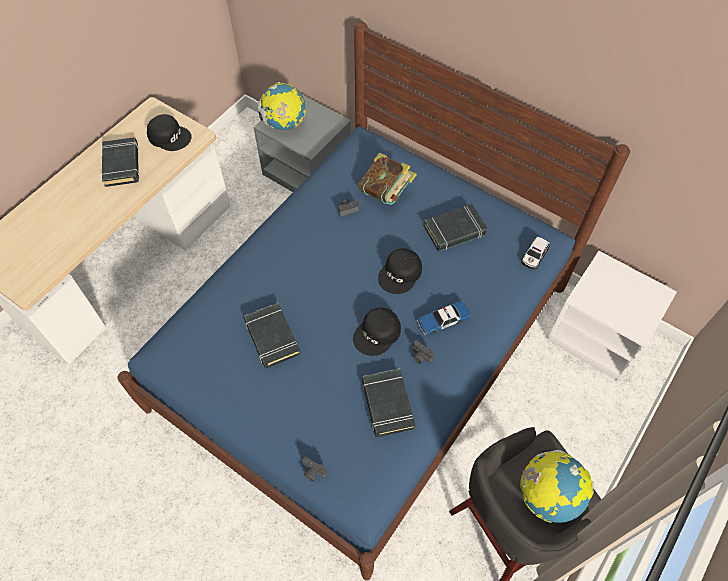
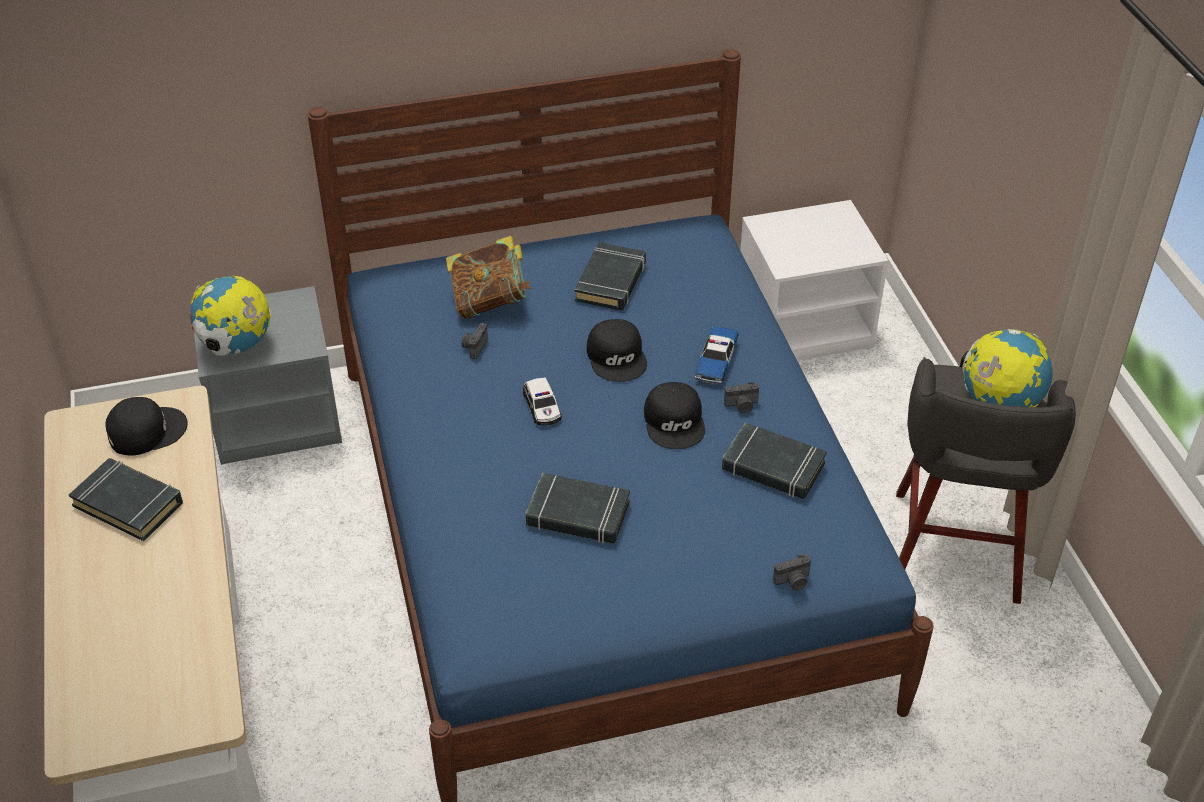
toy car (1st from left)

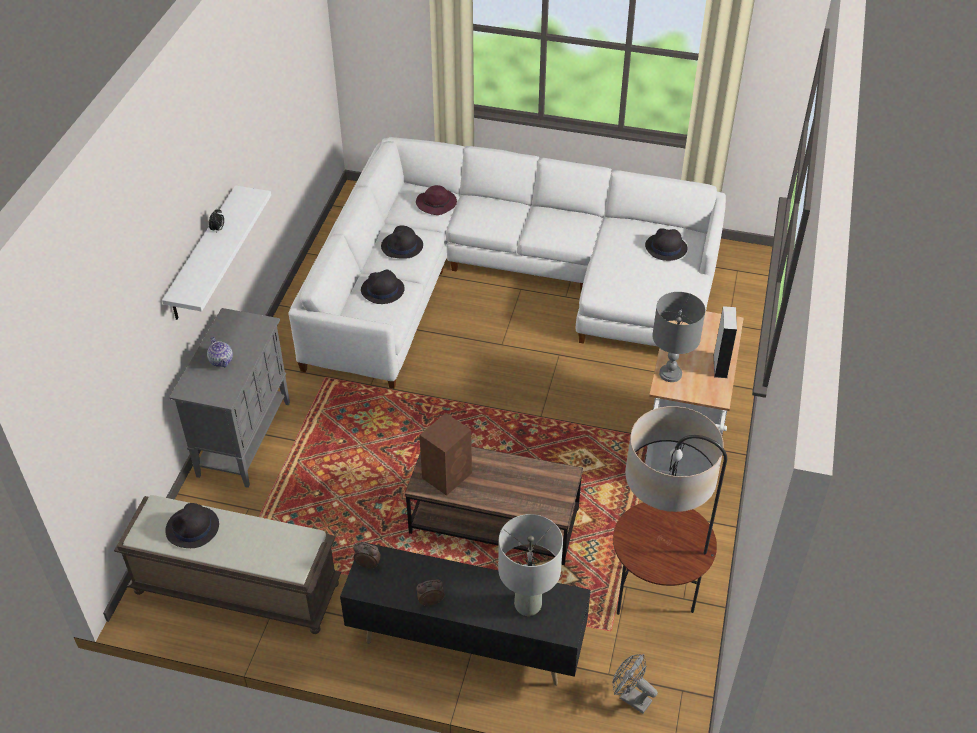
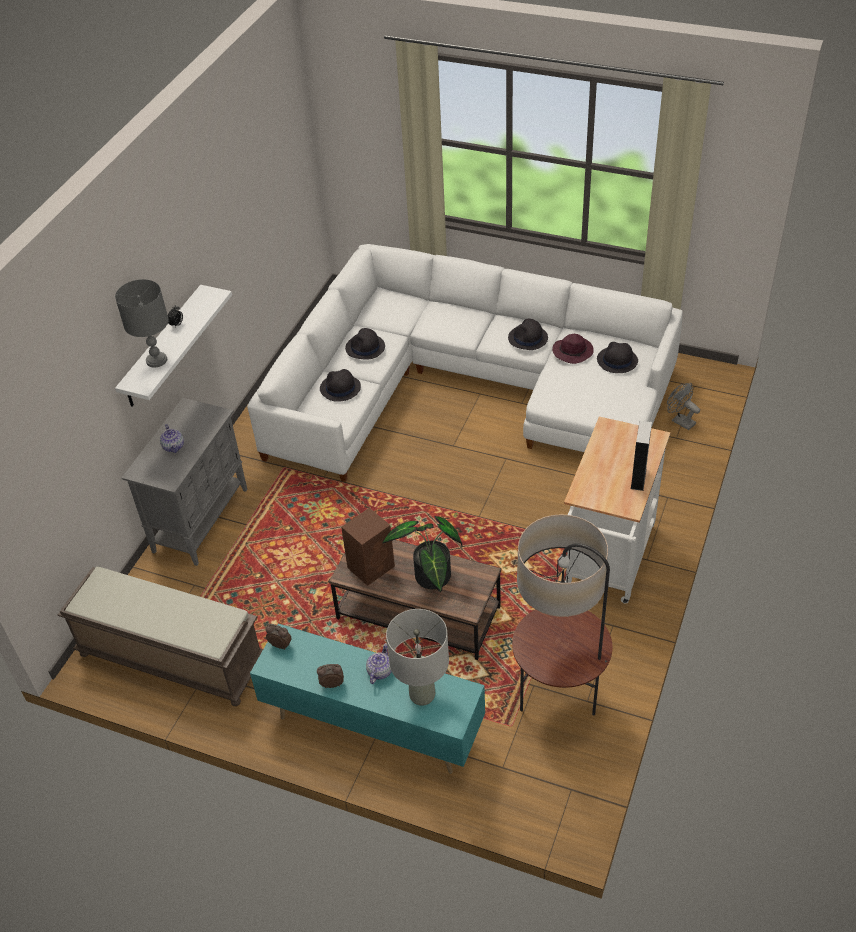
hat (black) (3rd from left); tv stand (turquoise); hat (purple); fan (grey); table lamp (grey) (1st from left); teapot (2nd from left); potted plant

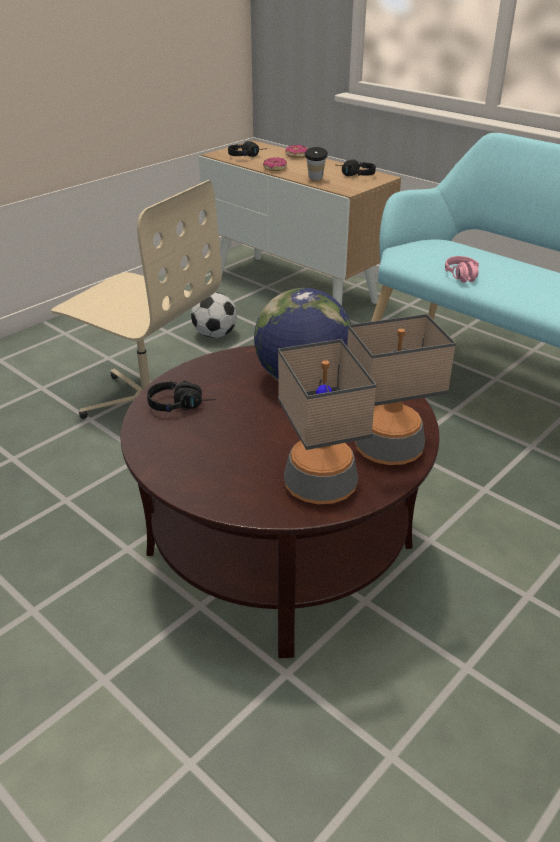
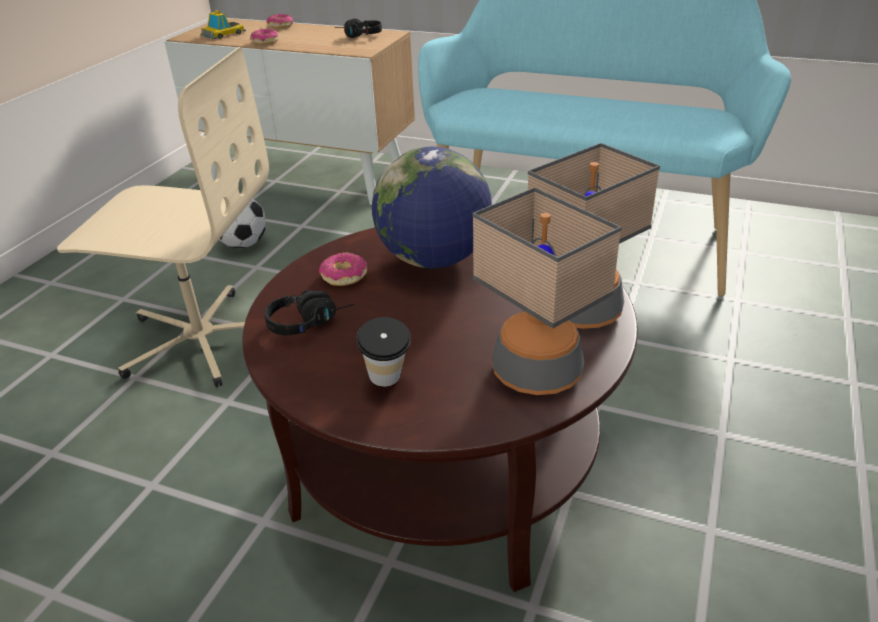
toy car; cup; headphones (pink); donut (3rd from left)

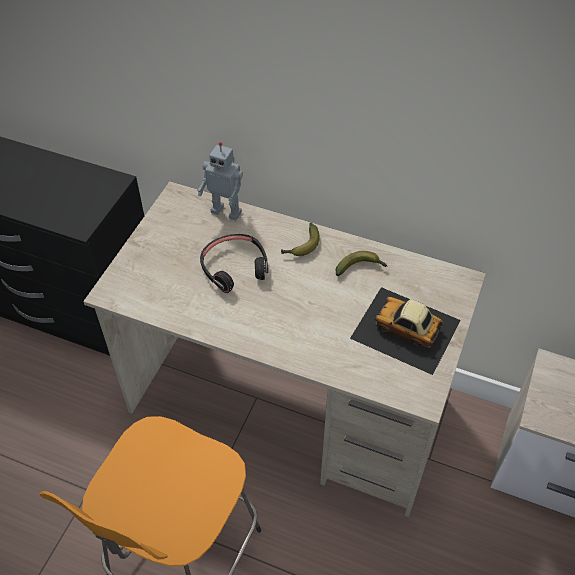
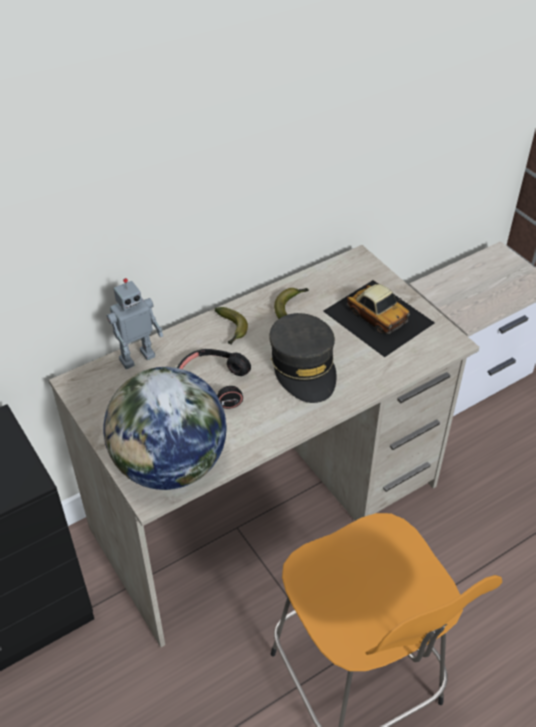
toy car; globe; cap (grey)

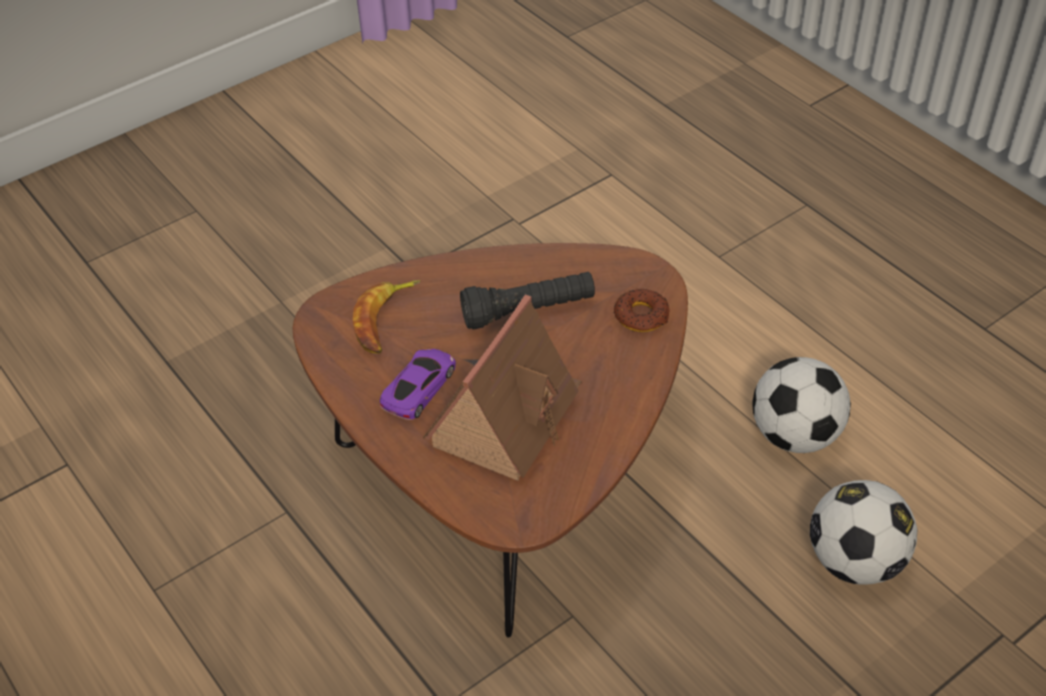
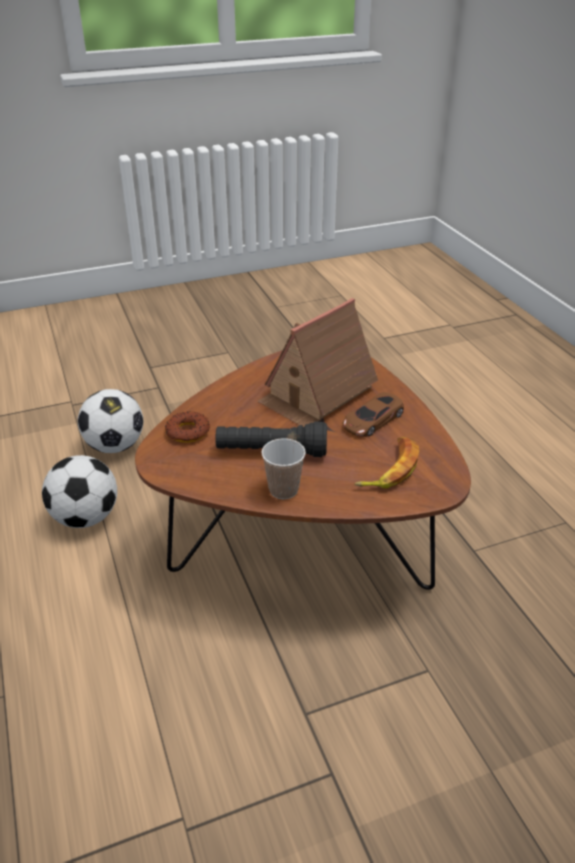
toy car (brown); cup

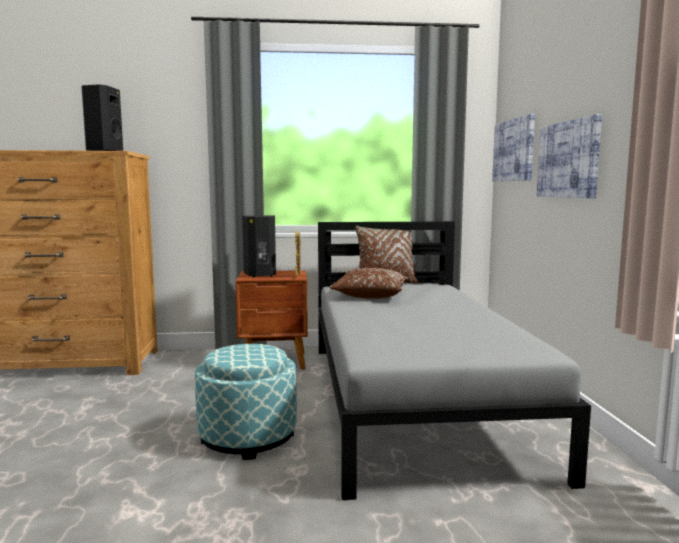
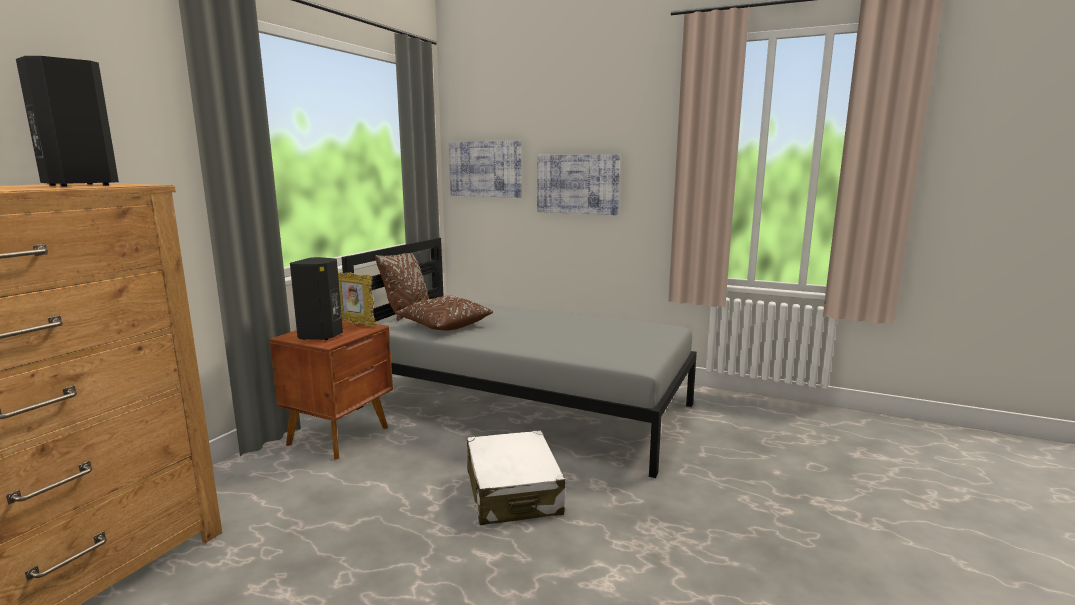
suitcase (white)

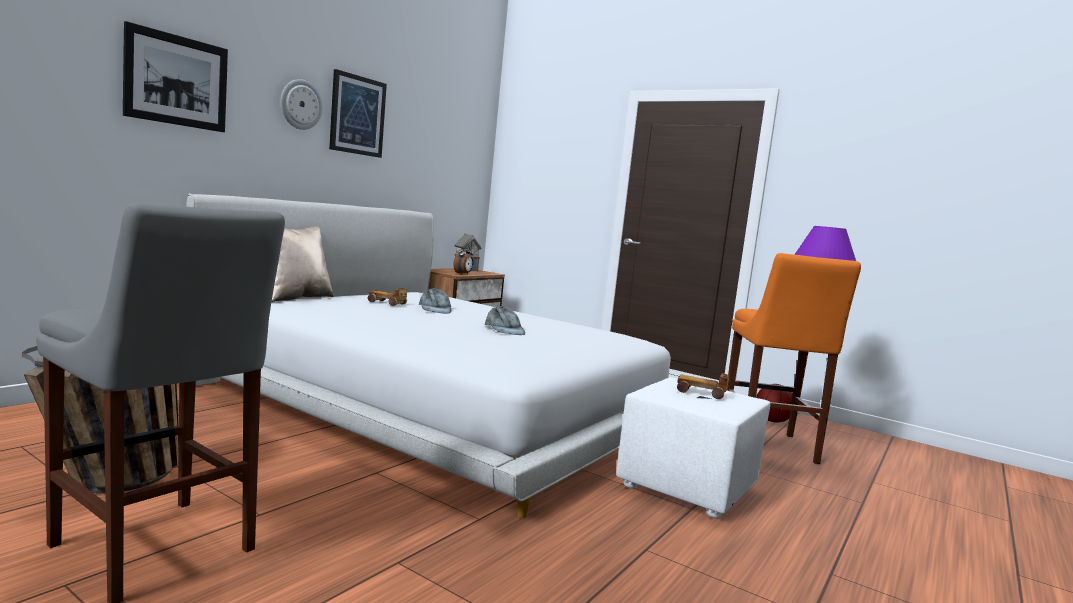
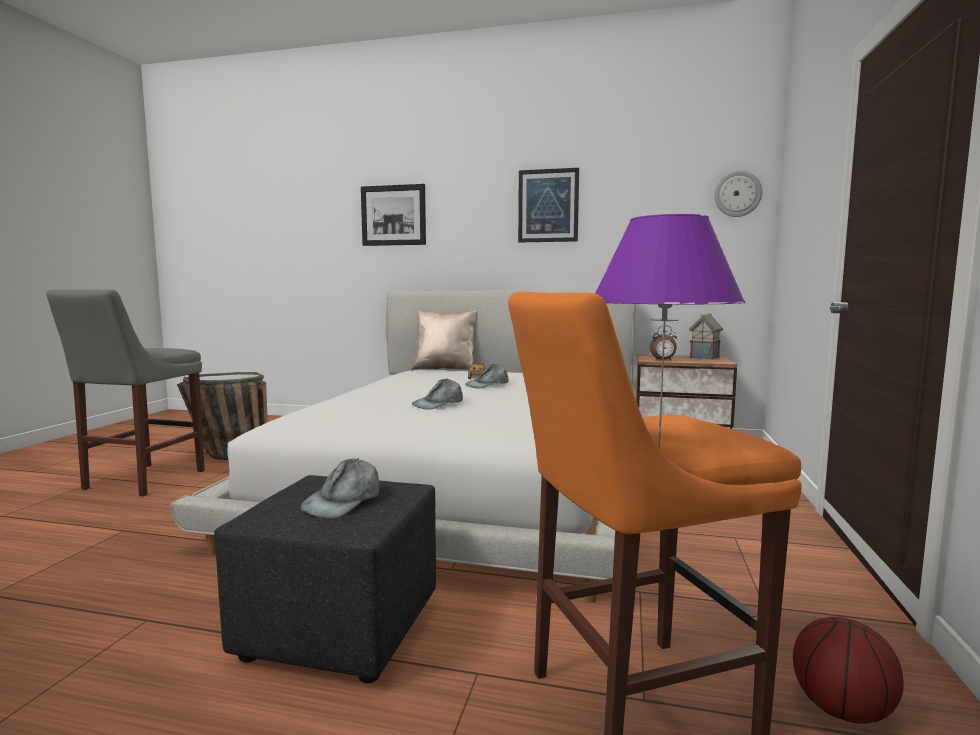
wall clock; ottoman (black); cap (grey) (1st from left)

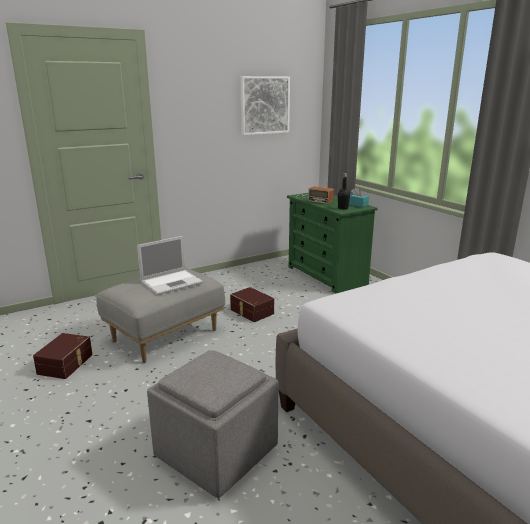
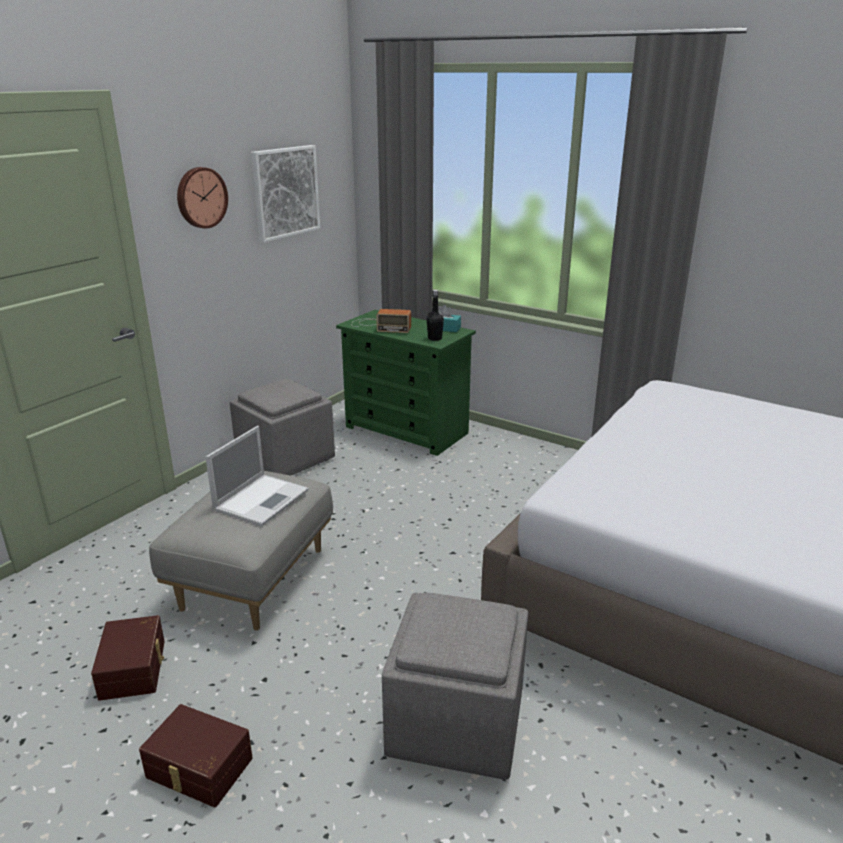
storage box (brown) (2nd from left); wall clock; ottoman (grey) (2nd from left)

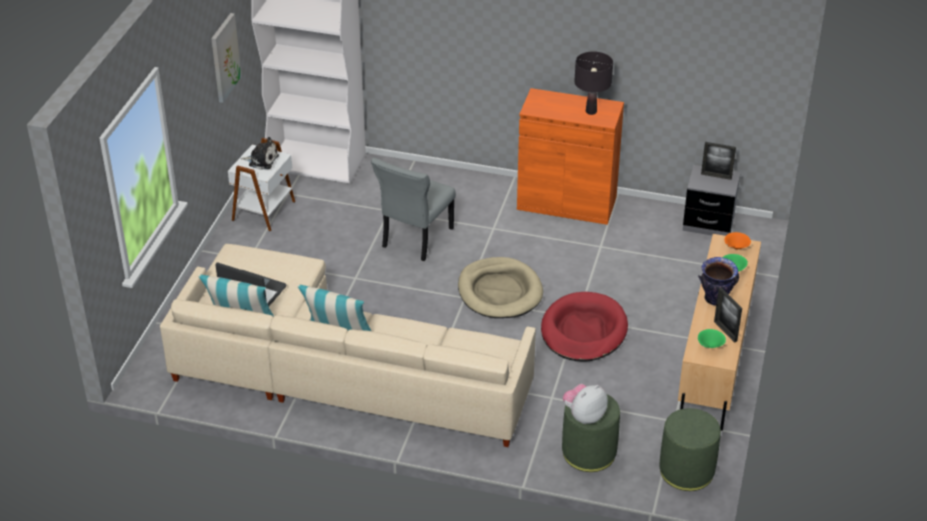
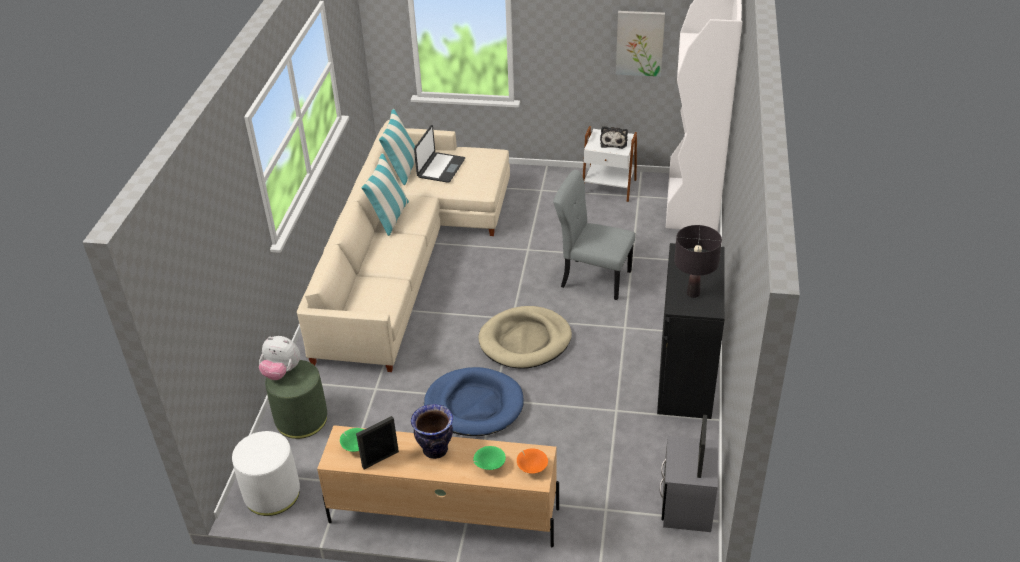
cabinet (black); dog bed (blue); plush toy (1st from left); ottoman (white)

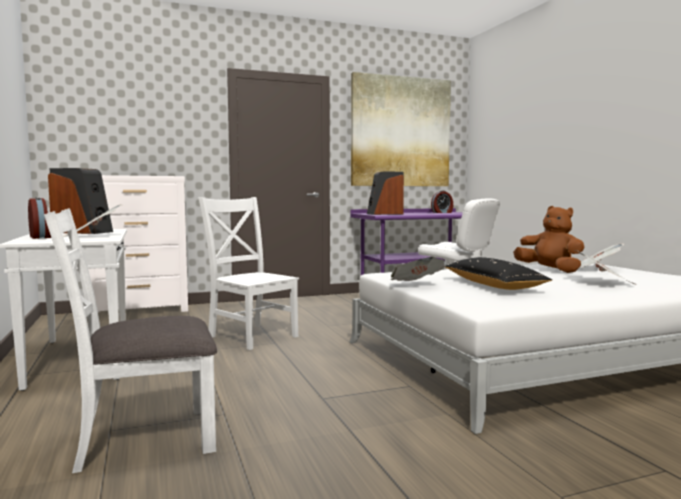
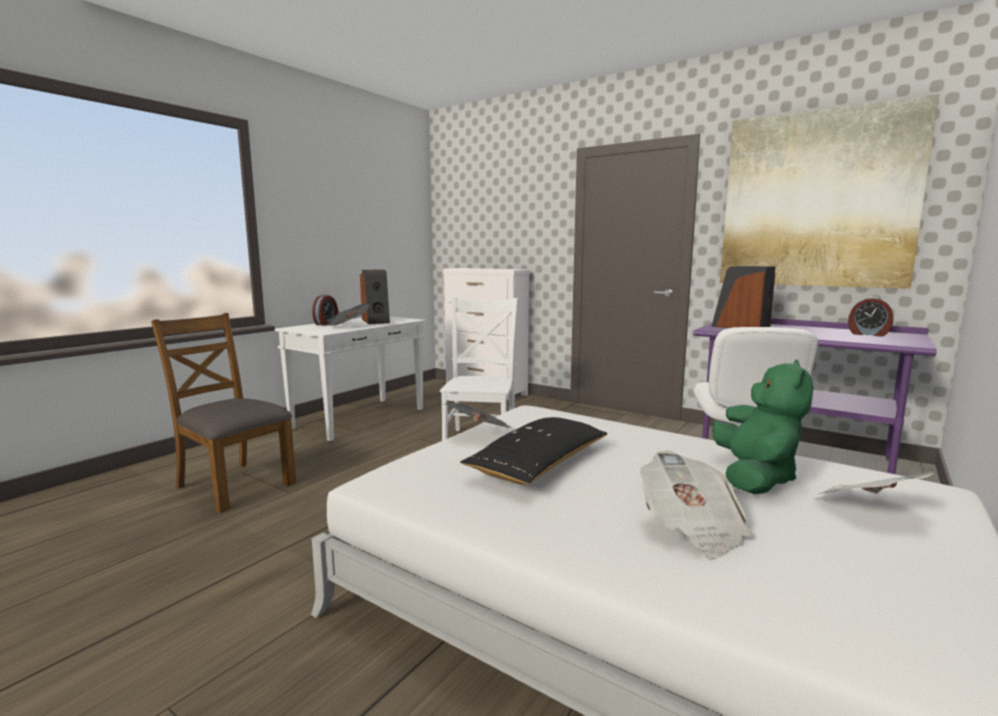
chair (brown); plush toy (green)

